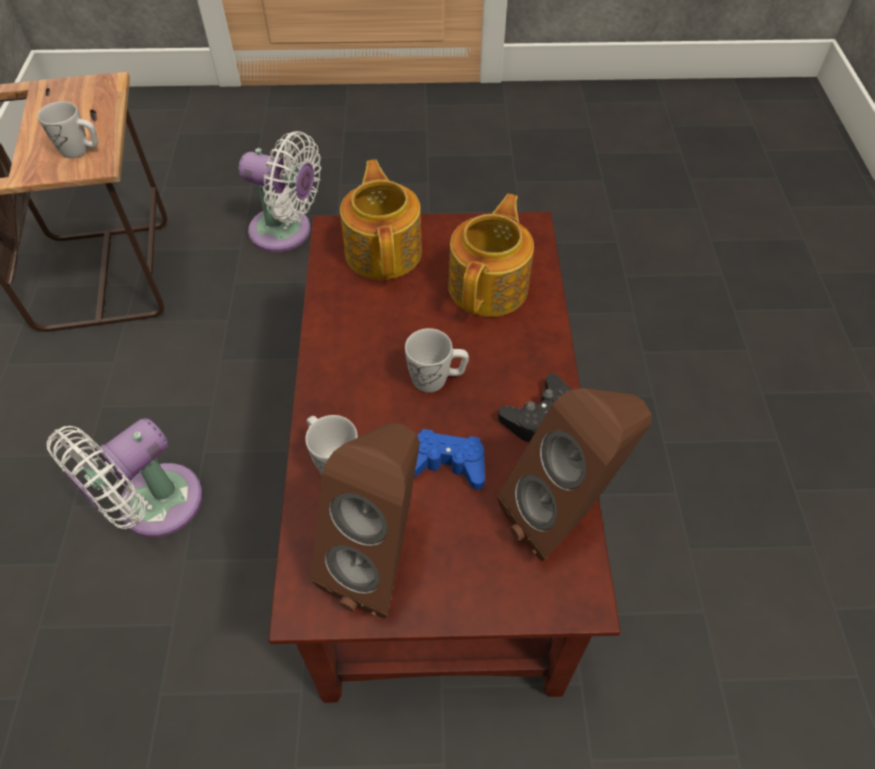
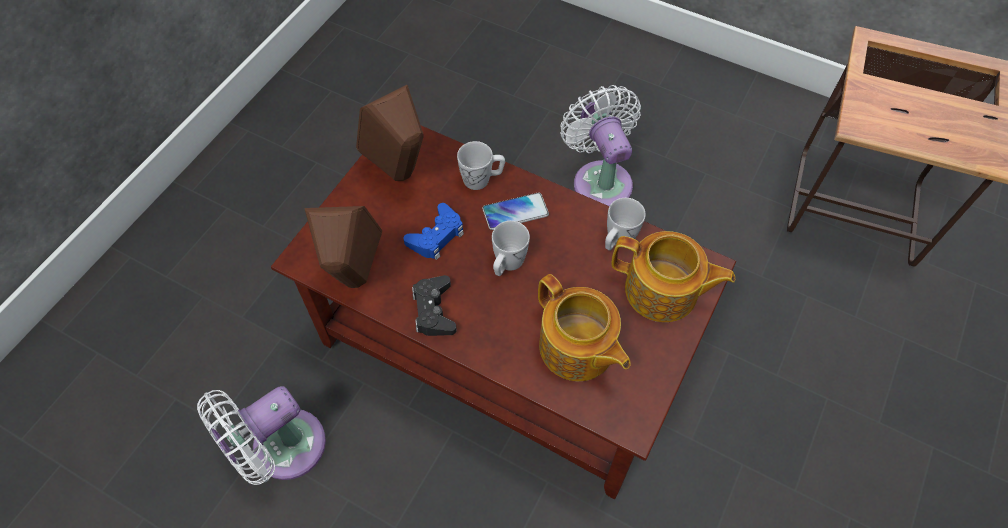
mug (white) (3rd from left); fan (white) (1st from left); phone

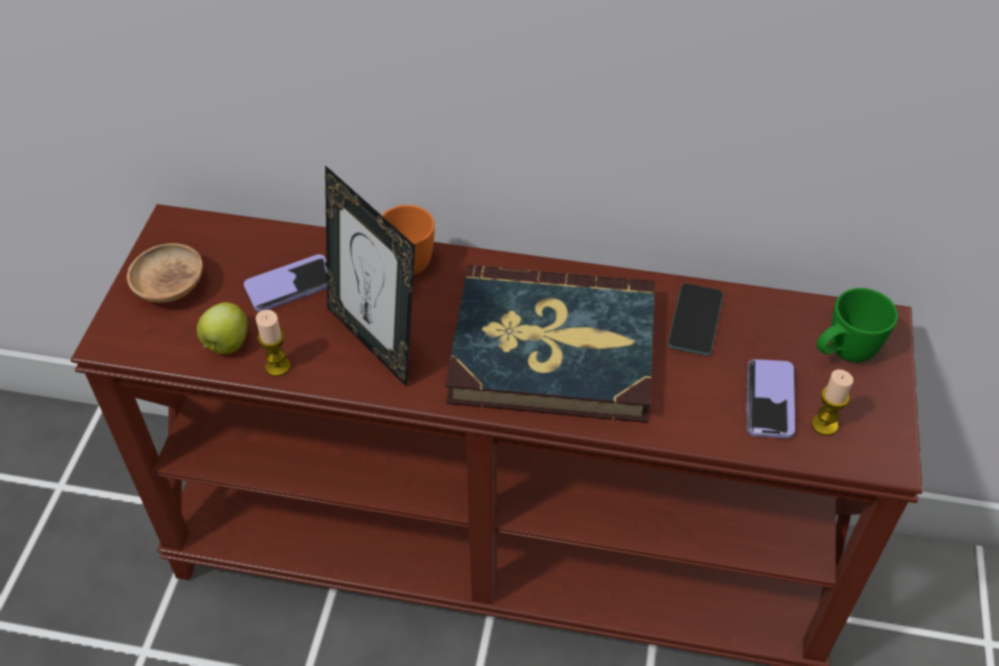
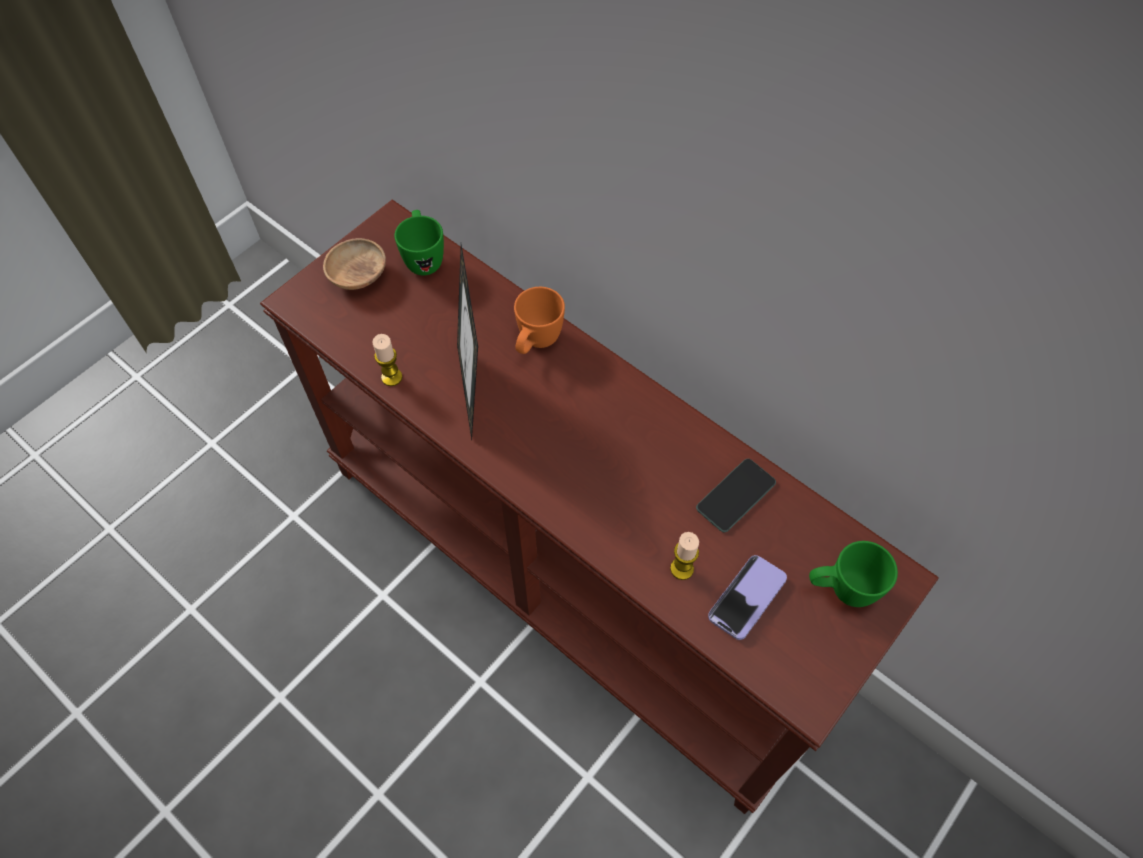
apple; phone (1st from left in the first image); book; candle (2nd from left); mug (green) (1st from left)

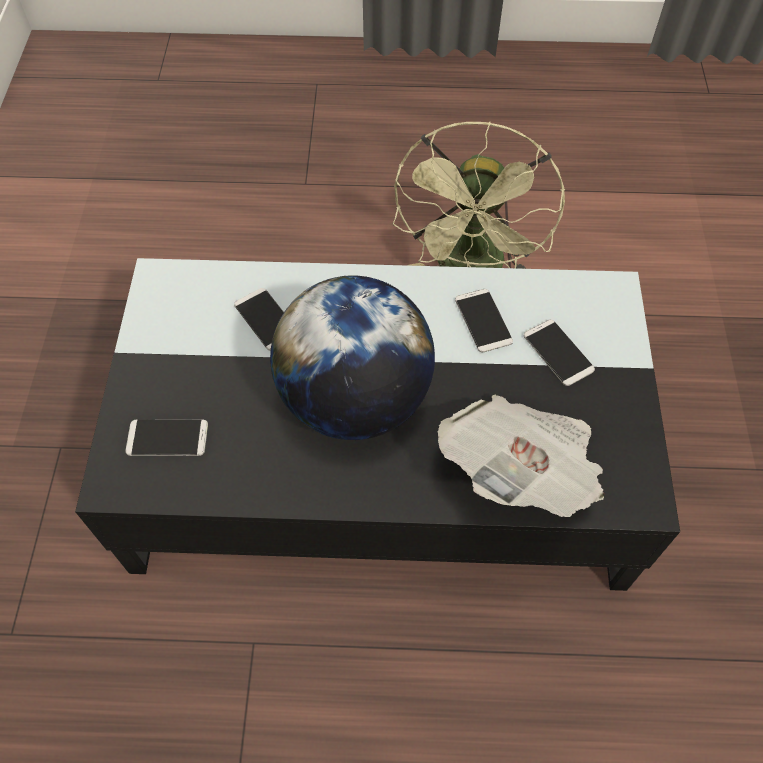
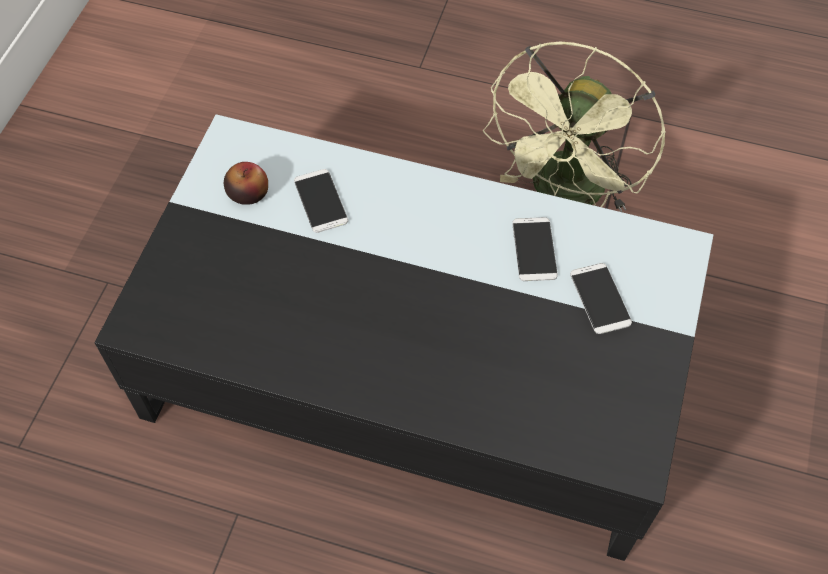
phone (1st from left in the first image); globe; newspaper; apple

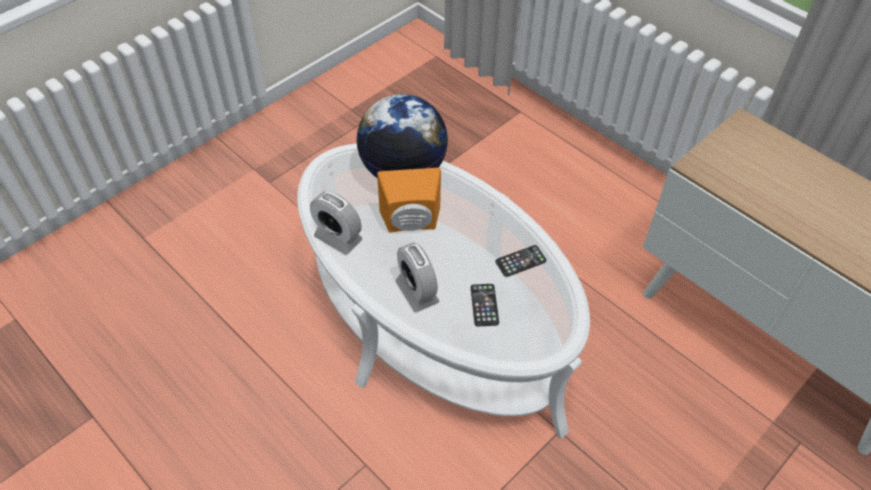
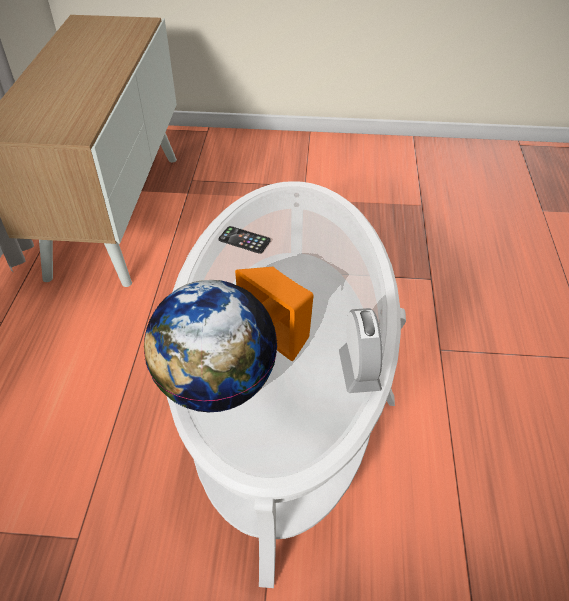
alarm clock (2nd from left in the first image); phone (1st from left in the first image)

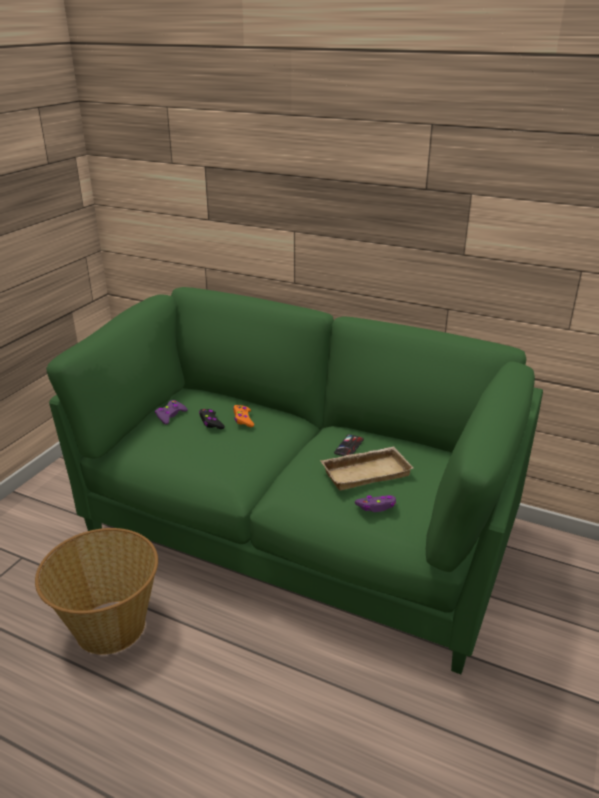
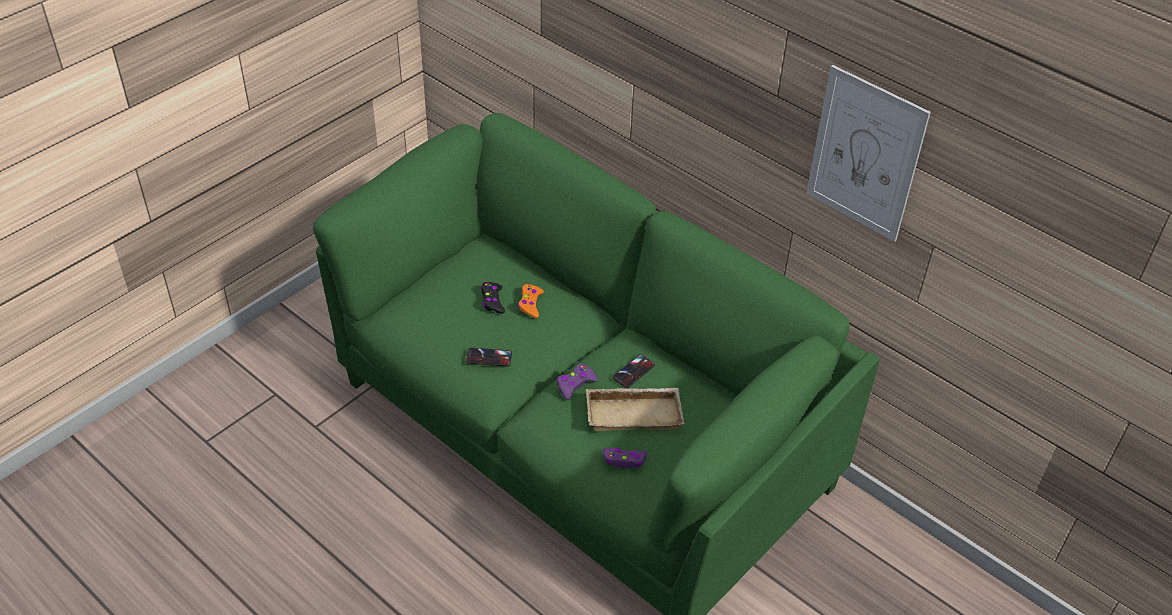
basket; game controller (purple) (1st from left); phone (1st from left); picture

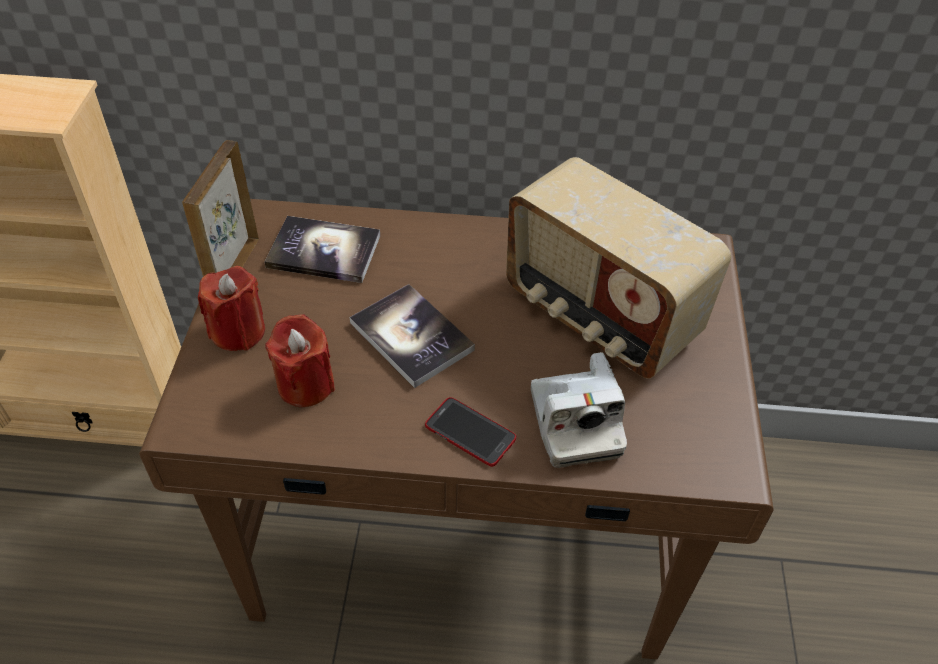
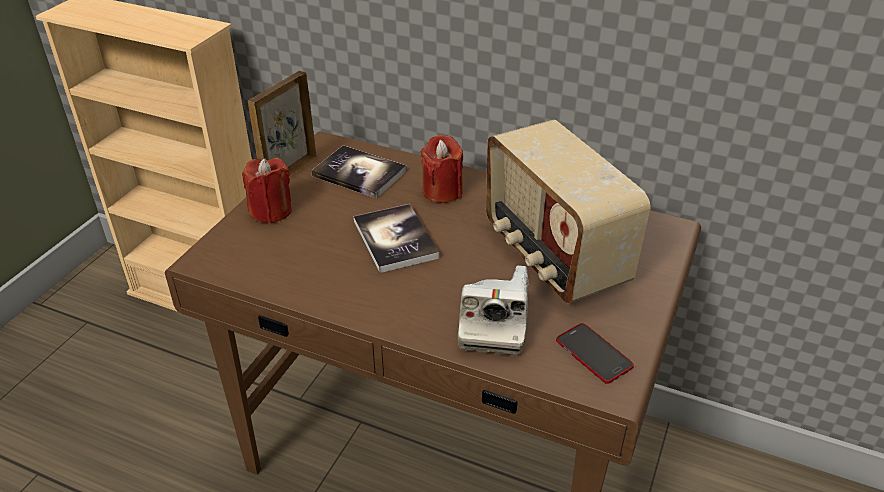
candle (red) (2nd from left); phone

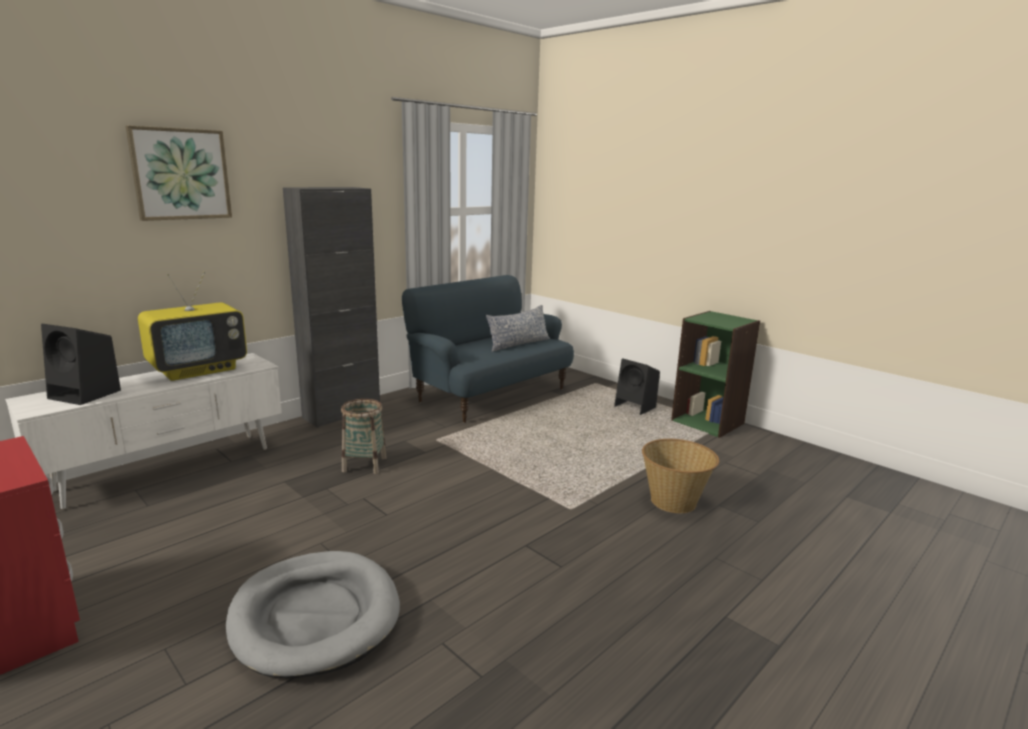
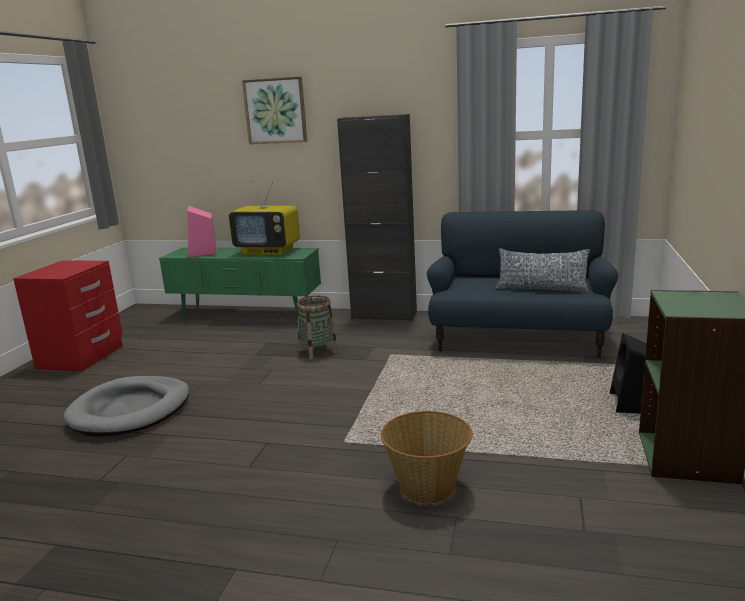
tv stand (green); speaker (pink)

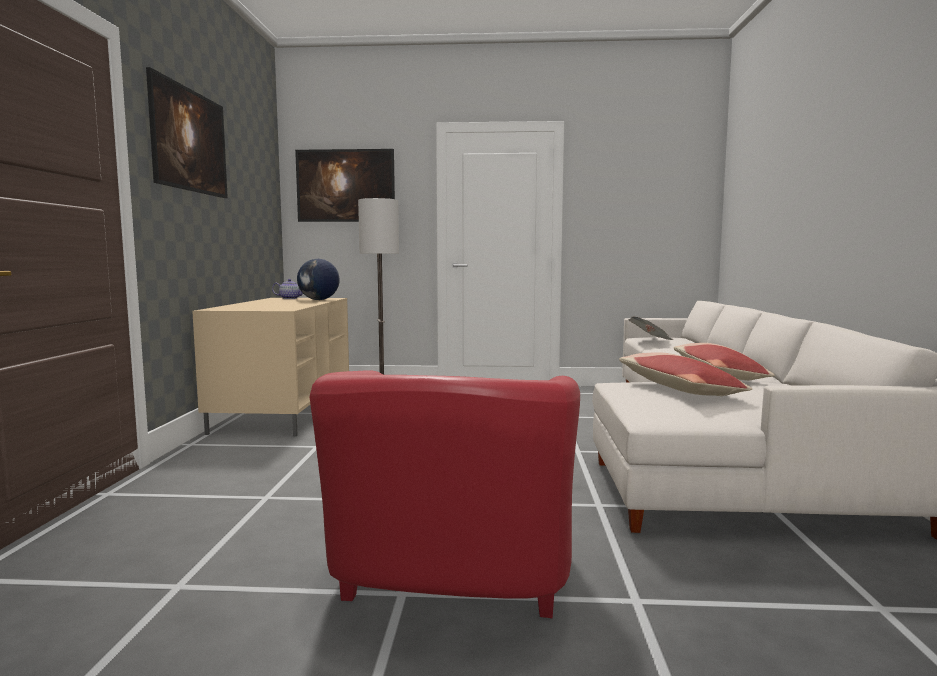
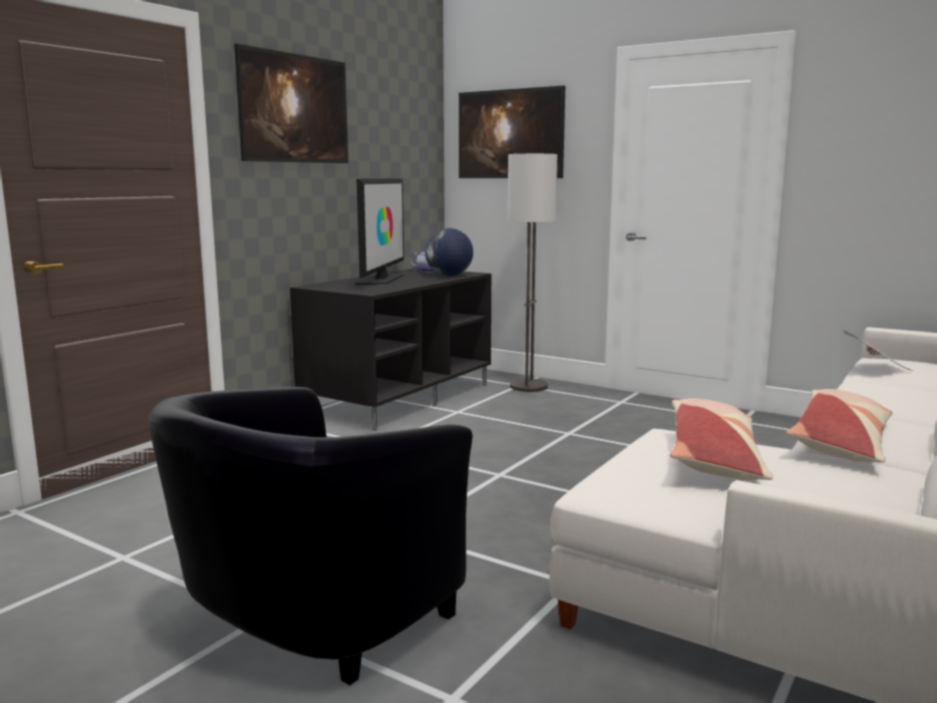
tv stand (black); armchair (black); television

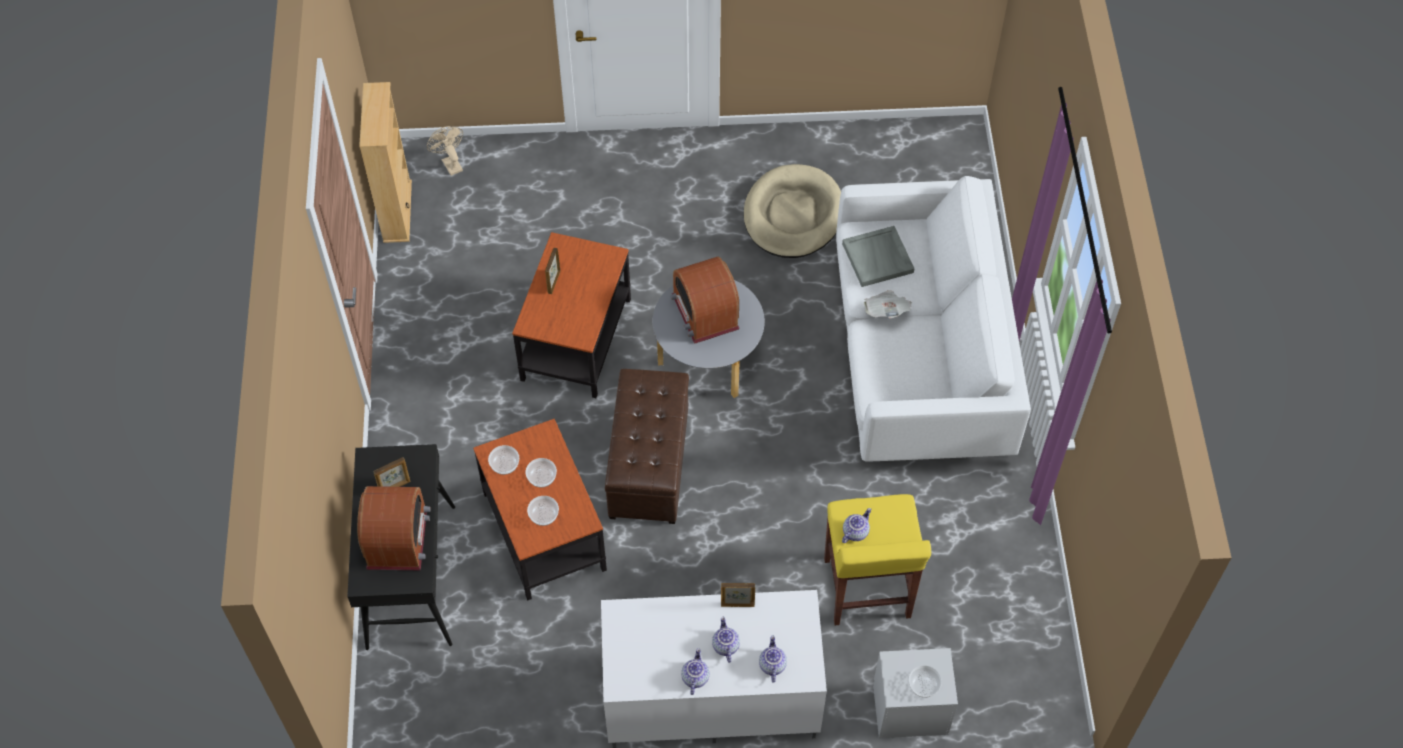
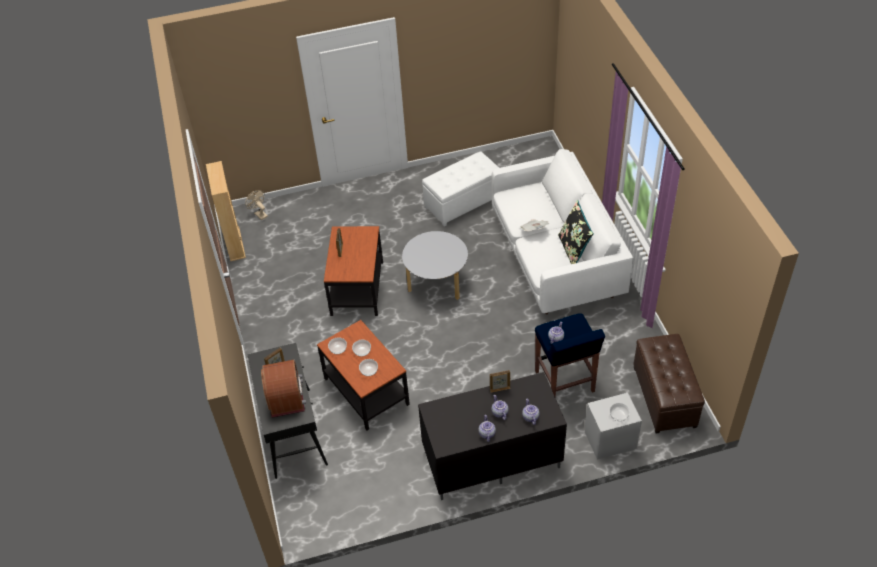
tv stand (black); ottoman (brown); radio (2nd from left in the first image); ottoman (white); stool (blue); tray (grey); pillow (black)

